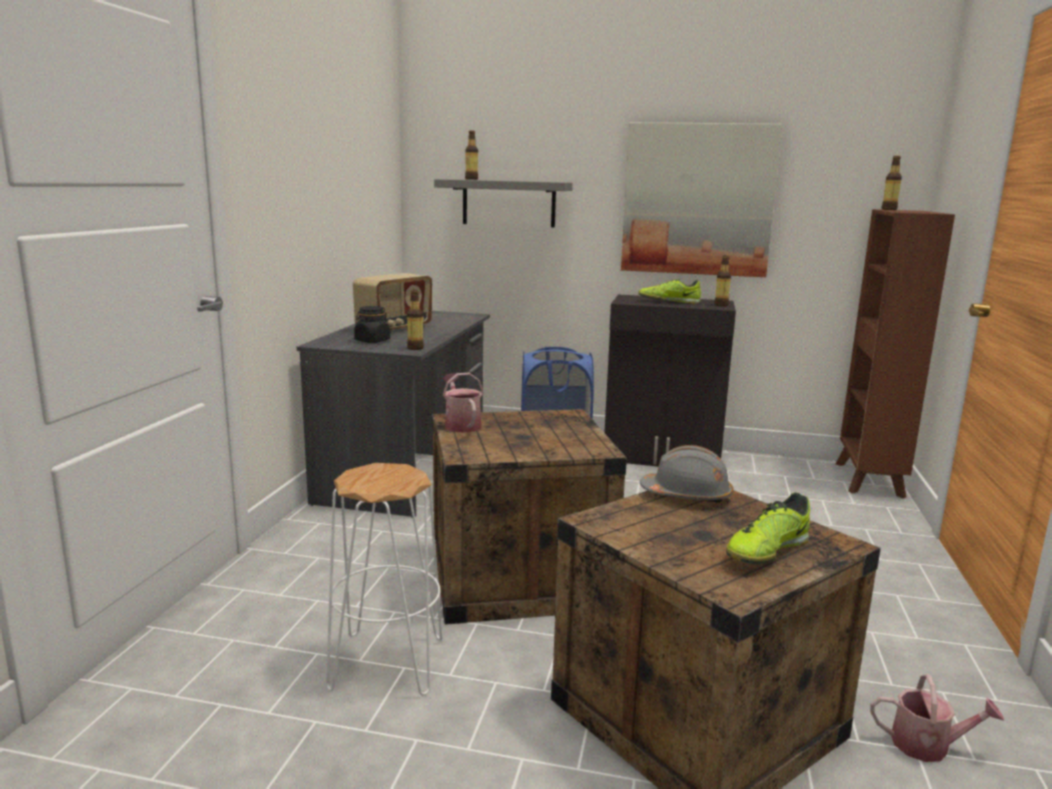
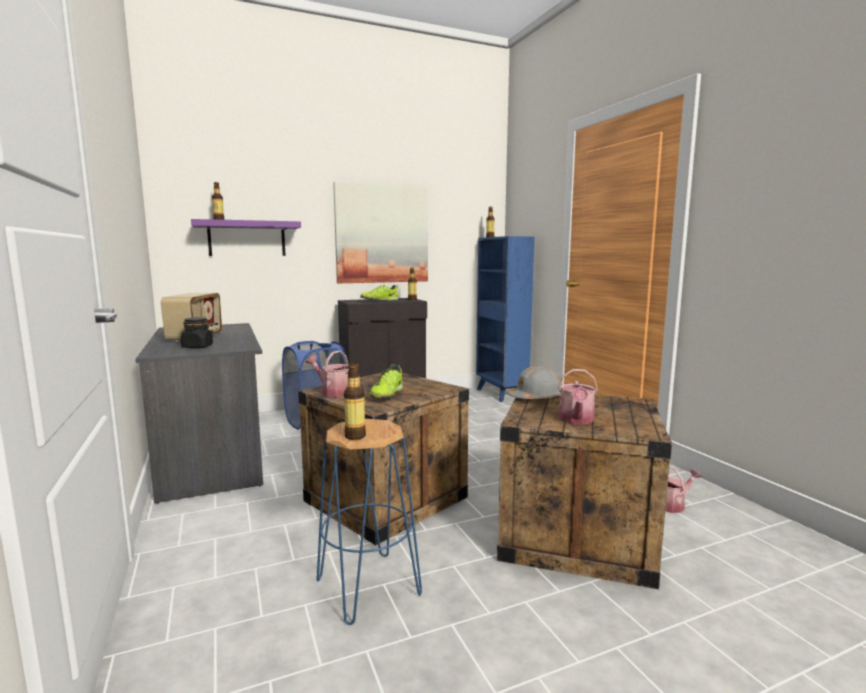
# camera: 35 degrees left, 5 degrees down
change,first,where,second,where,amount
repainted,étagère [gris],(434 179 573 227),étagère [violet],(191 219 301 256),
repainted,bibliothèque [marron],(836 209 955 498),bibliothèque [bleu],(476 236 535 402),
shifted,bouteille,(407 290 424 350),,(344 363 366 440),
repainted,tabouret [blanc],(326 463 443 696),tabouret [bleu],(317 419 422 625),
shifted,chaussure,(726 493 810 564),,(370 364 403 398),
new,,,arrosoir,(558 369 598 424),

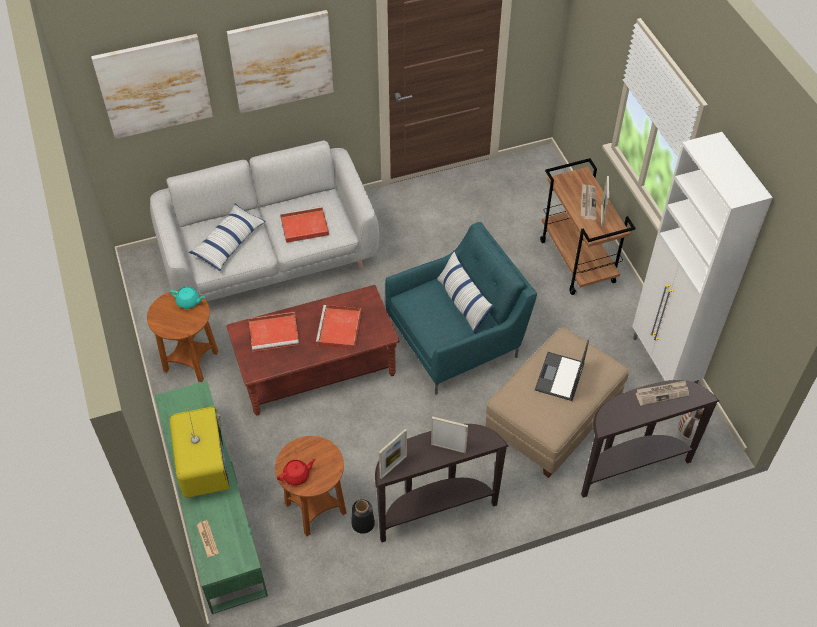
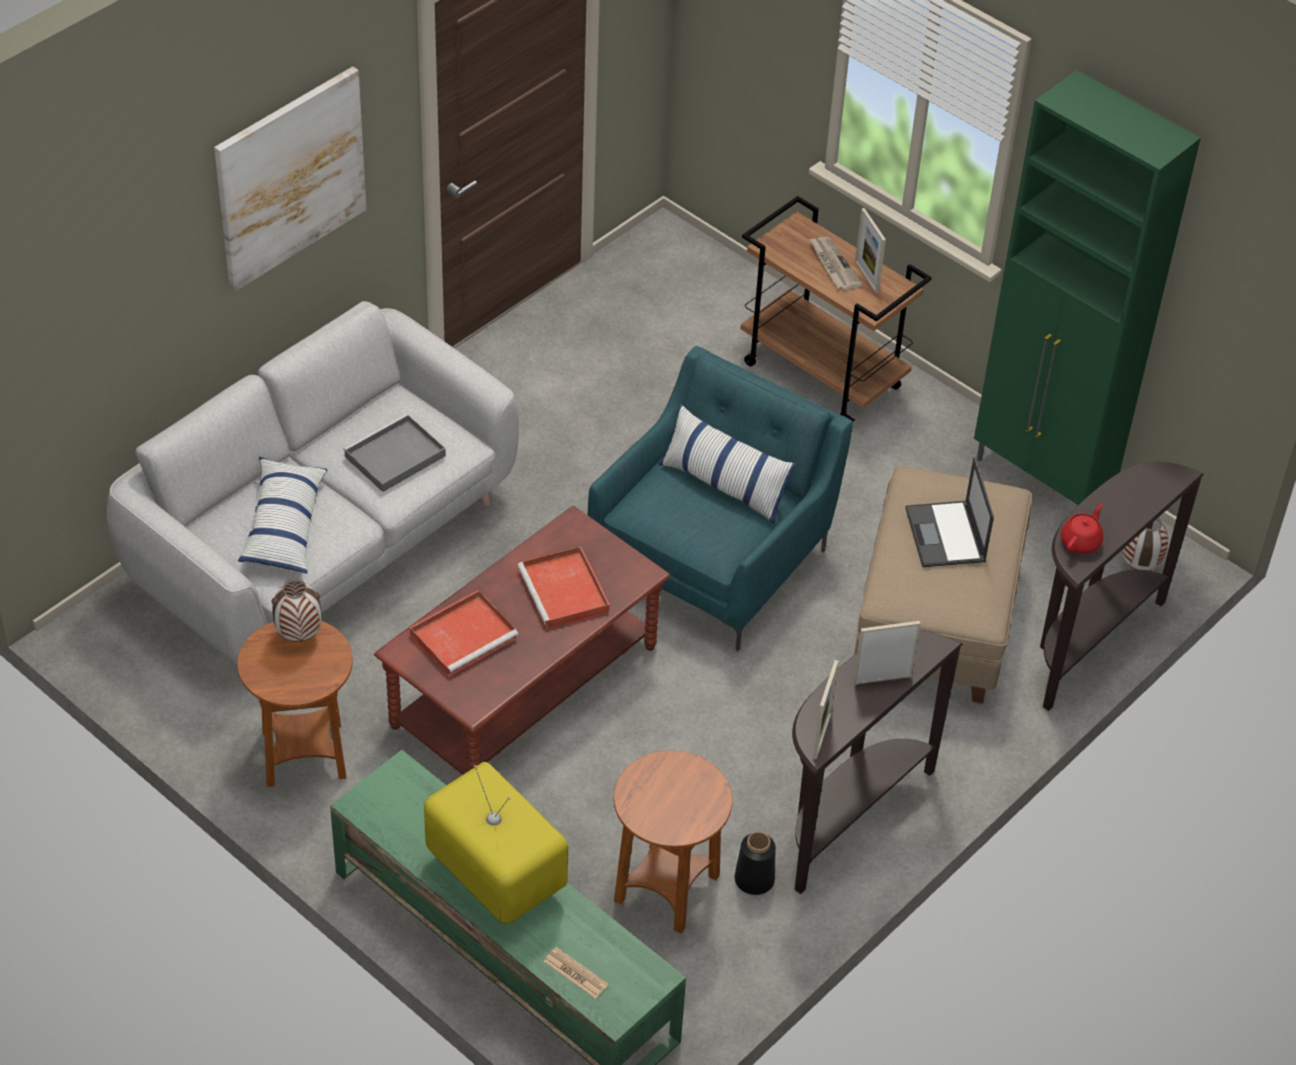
# camera: 30 degrees left, 5 degrees down
change,first,where,second,where,amount
gone,tableau,(91 34 213 139),,,
repainted,meuble de rangement [blanc],(632 132 773 384),meuble de rangement [vert],(974 70 1201 506),
repainted,plateau [rouge],(280 206 329 243),plateau [gris],(343 414 446 492),
swapped,théière [turquoise],(170 286 205 309),vase,(271 579 322 642),
gone,journal,(636 381 689 406),,,
shifted,théière [rouge],(277 459 316 486),,(1061 503 1104 554),

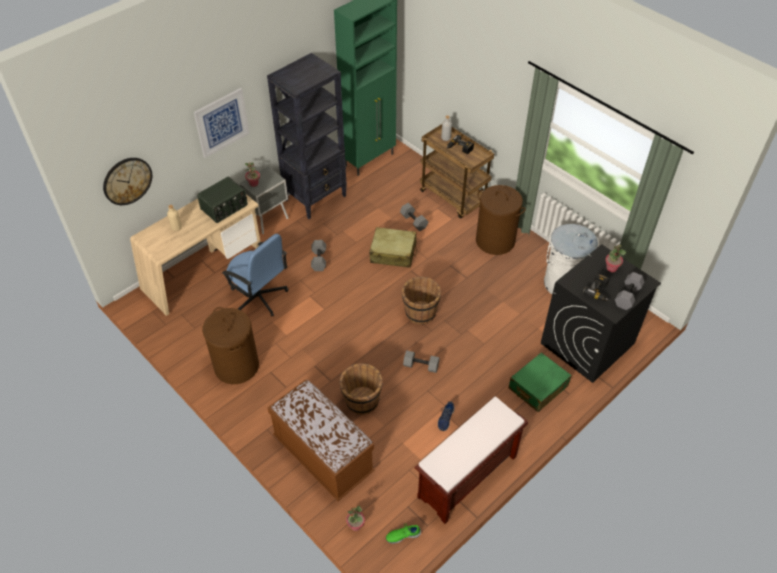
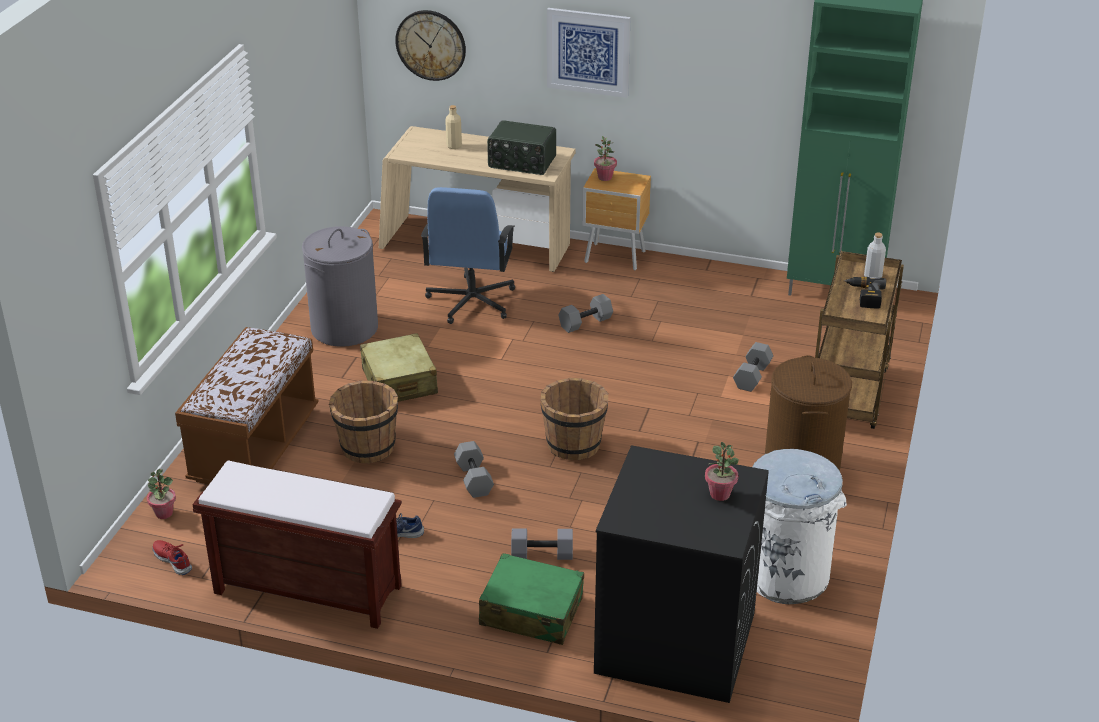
# camera: 60 degrees right, 15 degrees down
change,first,where,second,where,amount
gone,bibliothèque [noir],(267 53 347 219),,,
repainted,table de chevet [gris],(239 166 288 234),table de chevet [marron],(582 168 651 270),
shifted,valise [beige],(369 227 417 268),,(360 333 438 402),
shifted,haltère [gris],(615 272 644 310),,(511 528 573 560),
gone,perceuse,(583 273 610 301),,,
repainted,panier à linge [marron],(202 307 259 384),panier à linge [gris],(302 226 378 347),
repainted,chaussure [vert],(386 523 421 544),chaussure [rouge],(153 540 192 575),

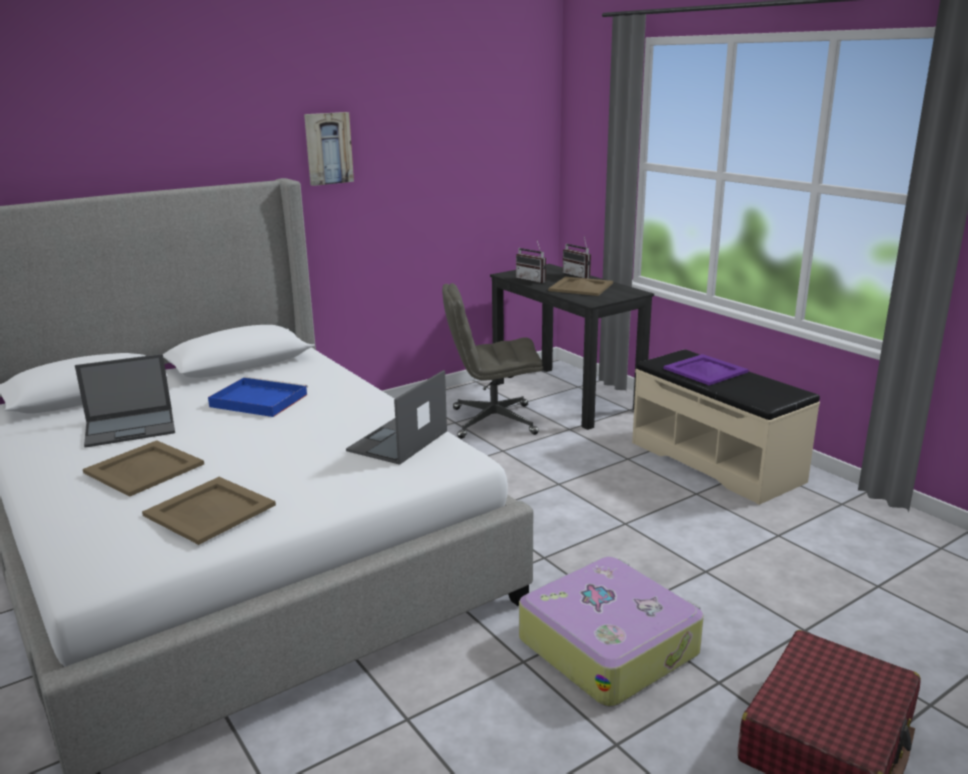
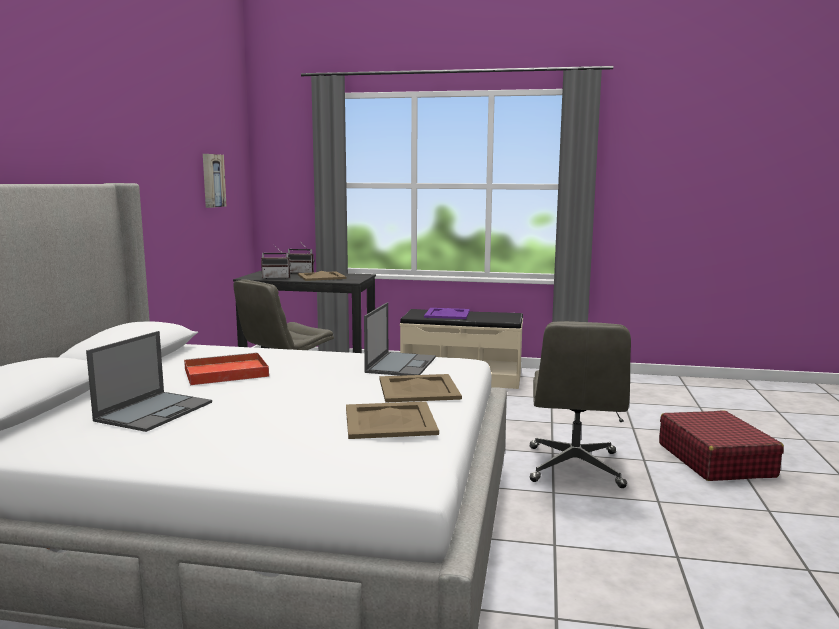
# camera: 45 degrees left, 10 degrees down
change,first,where,second,where,amount
shifted,tableau,(304 112 354 186),,(203 154 226 208),
rotated,ordinateur portable,(346 370 447 465),,(364 303 436 376),150 degrees counterclockwise
repainted,plateau [bleu],(208 377 308 417),plateau [rouge],(184 352 269 385),
shifted,plateau [beige],(83 440 204 496),,(380 374 462 403),
swapped,valise,(519 557 704 707),chaise de bureau [gris],(530 321 631 488),

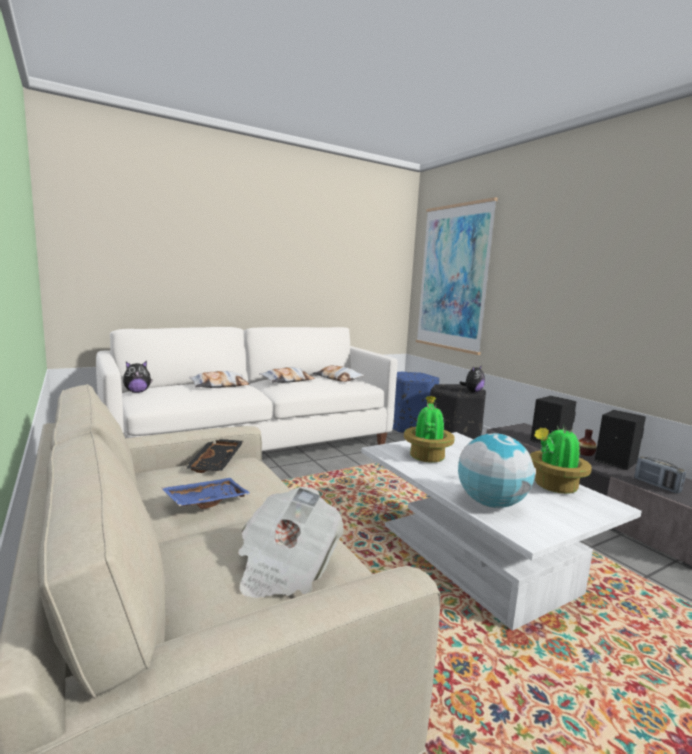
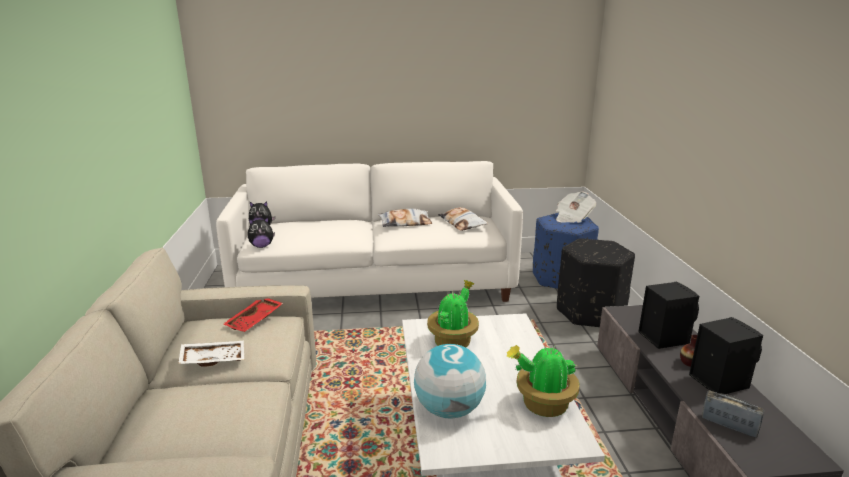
# camera: 25 degrees right, 10 degrees up
change,first,where,second,where,amount
gone,tableau,(416 197 498 355),,,
shifted,peluche,(460 365 485 392),,(248 217 275 248),
gone,coussin,(189 371 249 388),,,
repainted,plateau [noir],(185 439 244 473),plateau [rouge],(223 298 283 332),
rotated,radio,(634 456 686 494),,(702 390 764 438),135 degrees clockwise
repainted,plateau [bleu],(161 478 251 509),plateau [blanc],(178 341 244 367),
shifted,journal,(238 487 344 598),,(556 192 596 223),

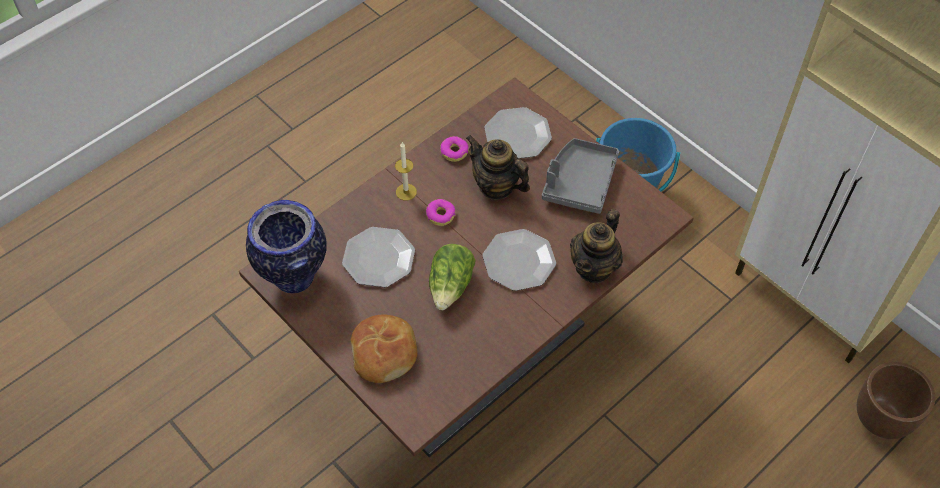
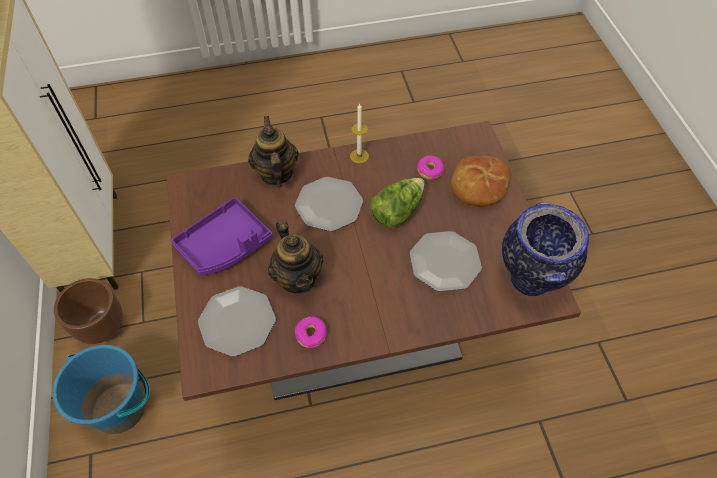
# camera: 150 degrees left, 0 degrees up
change,first,where,second,where,amount
repainted,plateau [gris],(542 138 619 214),plateau [violet],(171 197 273 276),
shifted,bougie,(395 142 417 201),,(350 103 369 164),
shifted,beignet,(426 199 456 226),,(417 156 444 180),
rotated,théière,(570 209 623 283),,(248 116 299 188),75 degrees counterclockwise
shifted,cache-pot [marron],(857 362 935 439),,(54 278 123 344),

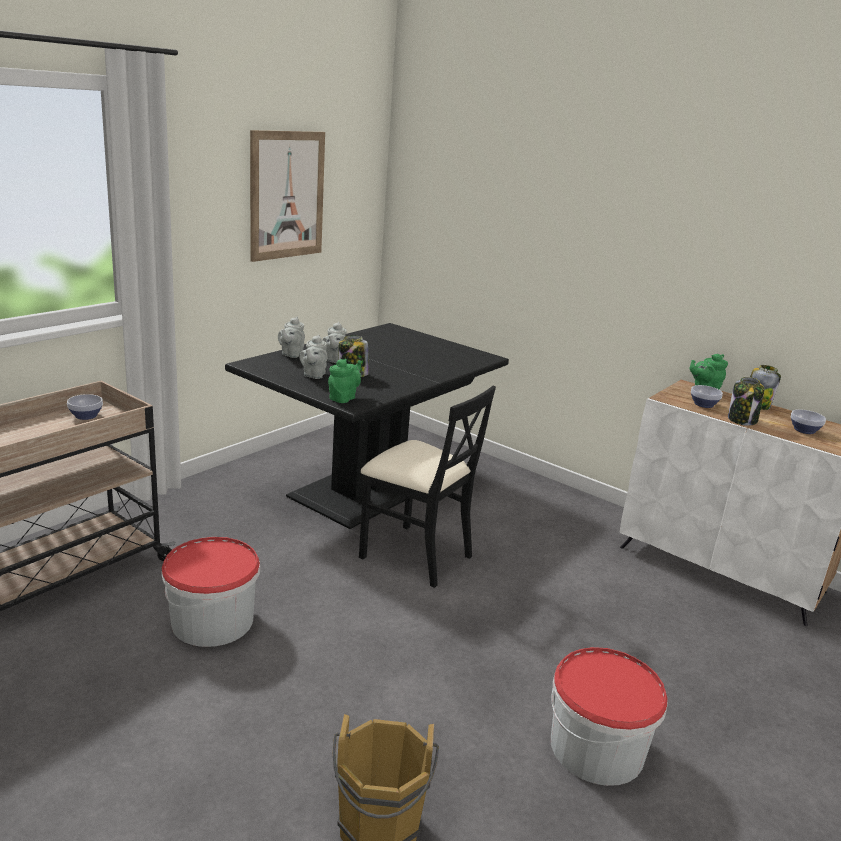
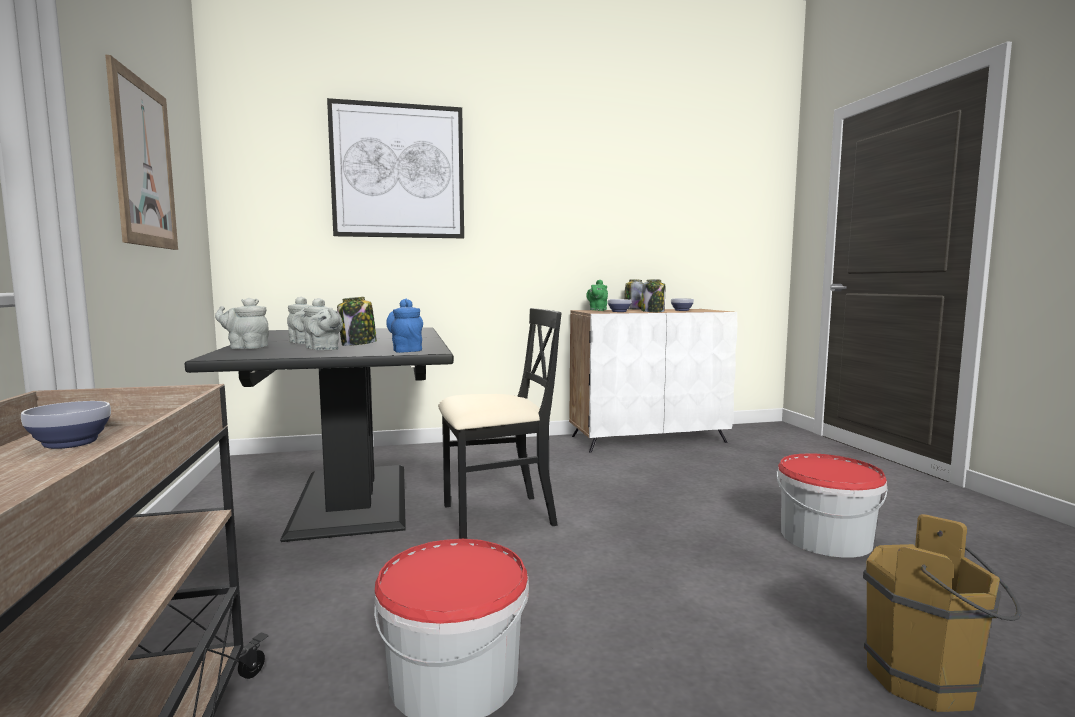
# camera: 50 degrees left, 15 degrees down
change,first,where,second,where,amount
rotated,théière [gris],(278 317 305 358),,(215 298 269 349),135 degrees clockwise
repainted,théière [vert],(328 359 362 403),théière [bleu],(386 298 423 353),
new,,,tableau,(327 98 464 238),

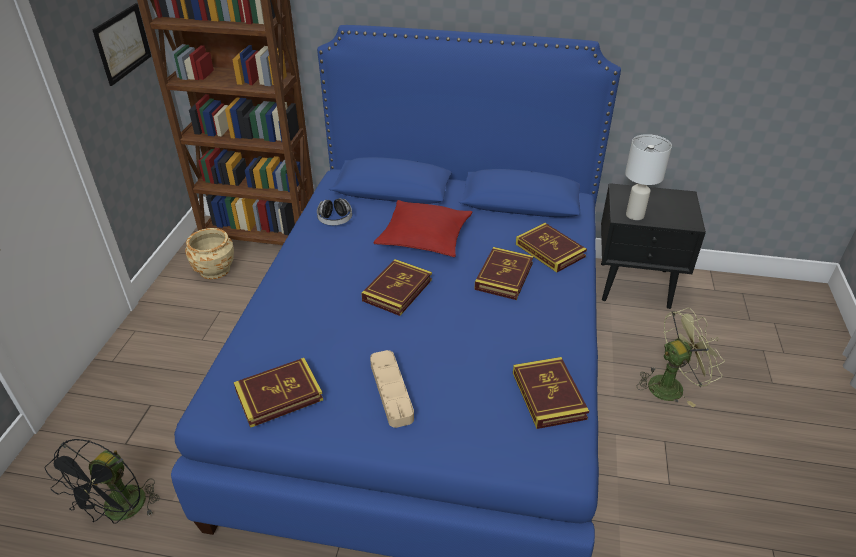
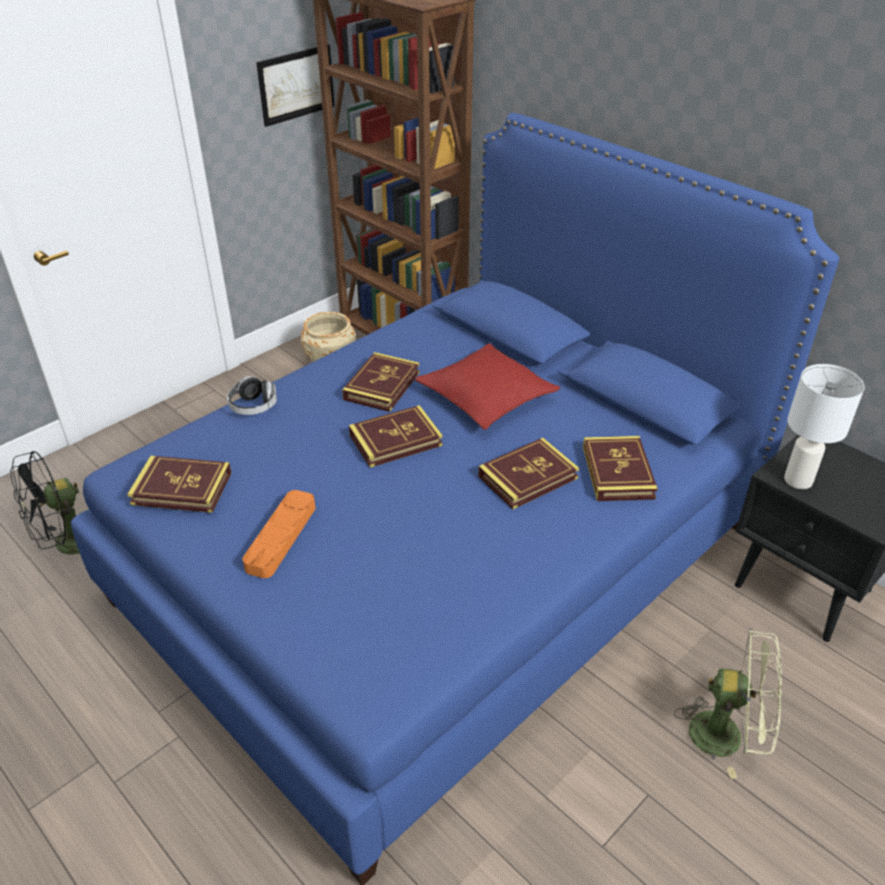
# camera: 35 degrees right, 0 degrees up
change,first,where,second,where,amount
shifted,casque audio,(317 198 352 225),,(227 376 277 415),
repainted,plateau [beige],(370 350 414 428),plateau [orange],(242 490 315 578),
shifted,livre,(513 357 589 429),,(342 352 420 412),

